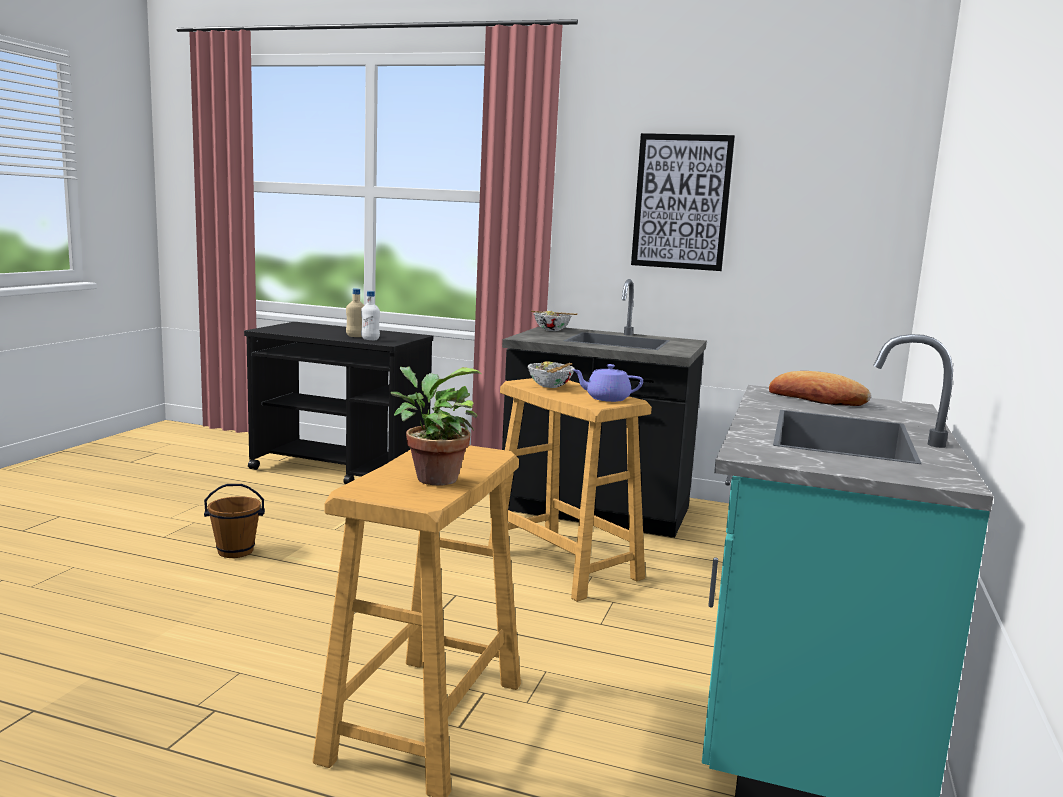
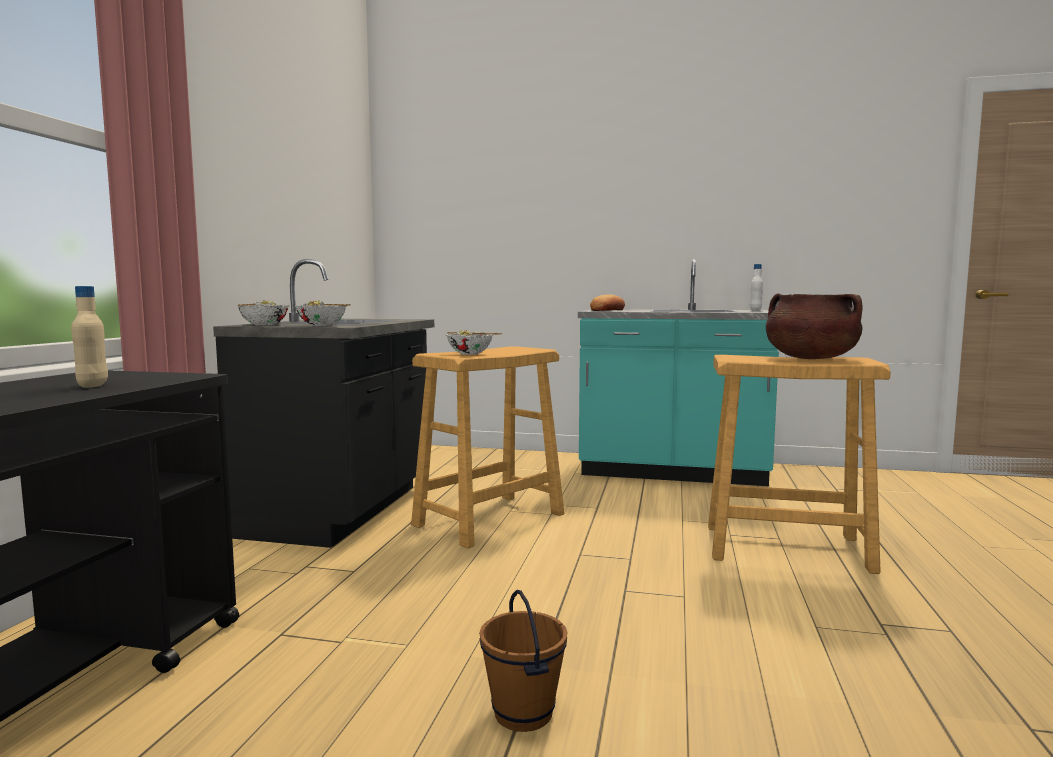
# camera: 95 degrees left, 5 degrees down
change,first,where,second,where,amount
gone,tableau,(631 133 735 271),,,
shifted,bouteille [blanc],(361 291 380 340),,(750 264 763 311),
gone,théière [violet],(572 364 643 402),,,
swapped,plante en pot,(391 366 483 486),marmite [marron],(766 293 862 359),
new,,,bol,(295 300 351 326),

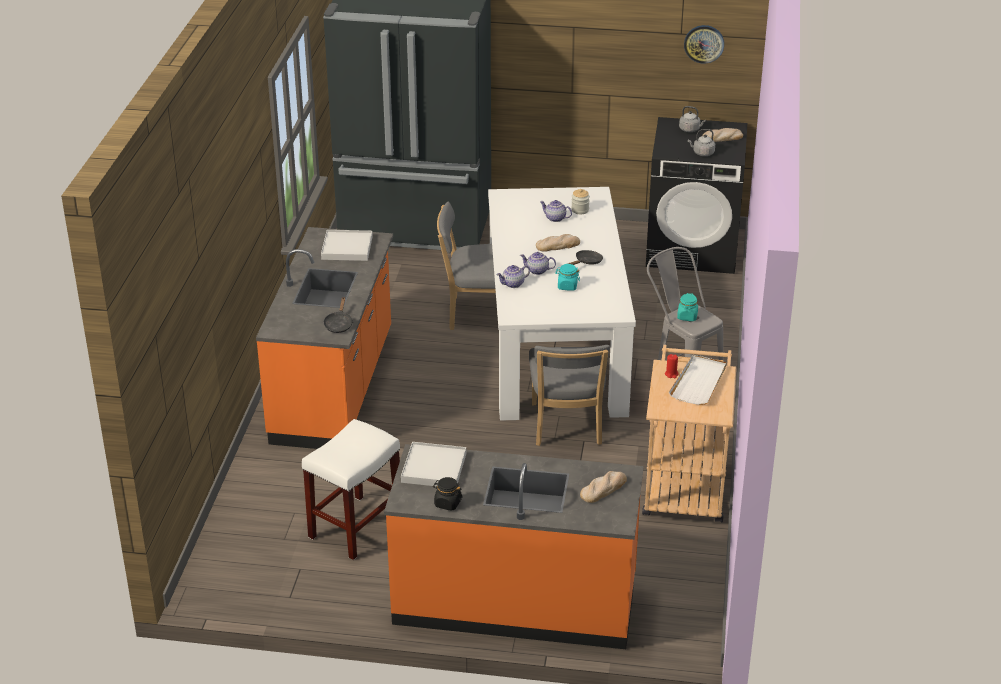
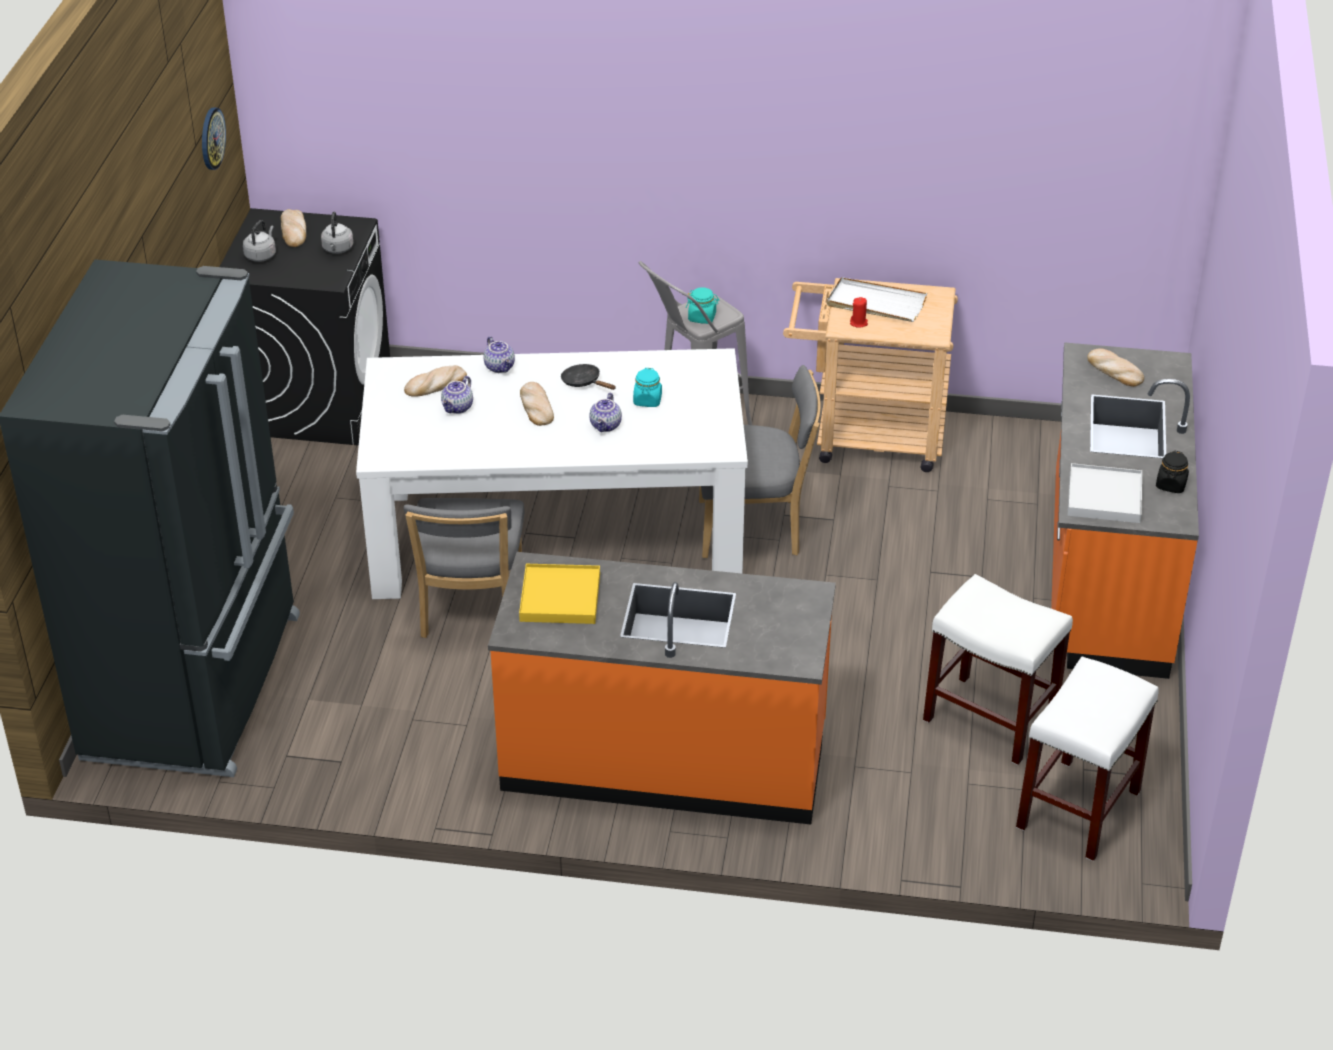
# camera: 90 degrees left, 5 degrees up
change,first,where,second,where,amount
swapped,bocal,(571 189 590 214),pain,(404 365 467 397),
repainted,plateau [blanc],(321 230 373 261),plateau [jaune],(519 564 600 624),
shifted,théière,(497 265 530 288),,(483 336 515 373),
gone,poêle [noir],(323 297 353 333),,,
new,,,tabouret [blanc],(1016 657 1159 861),

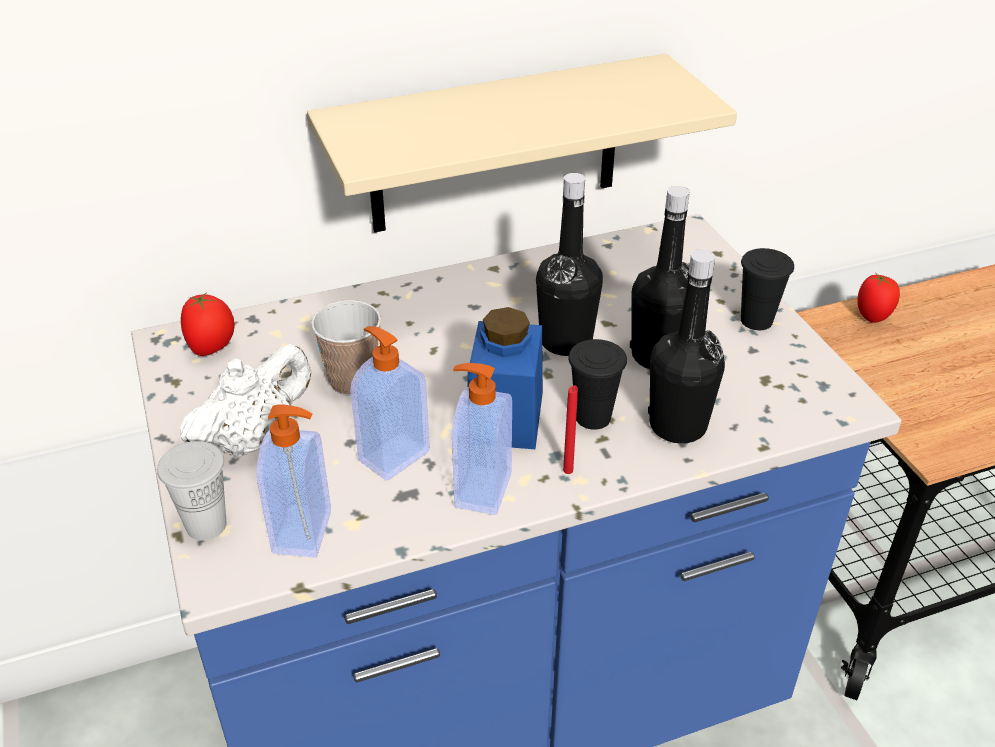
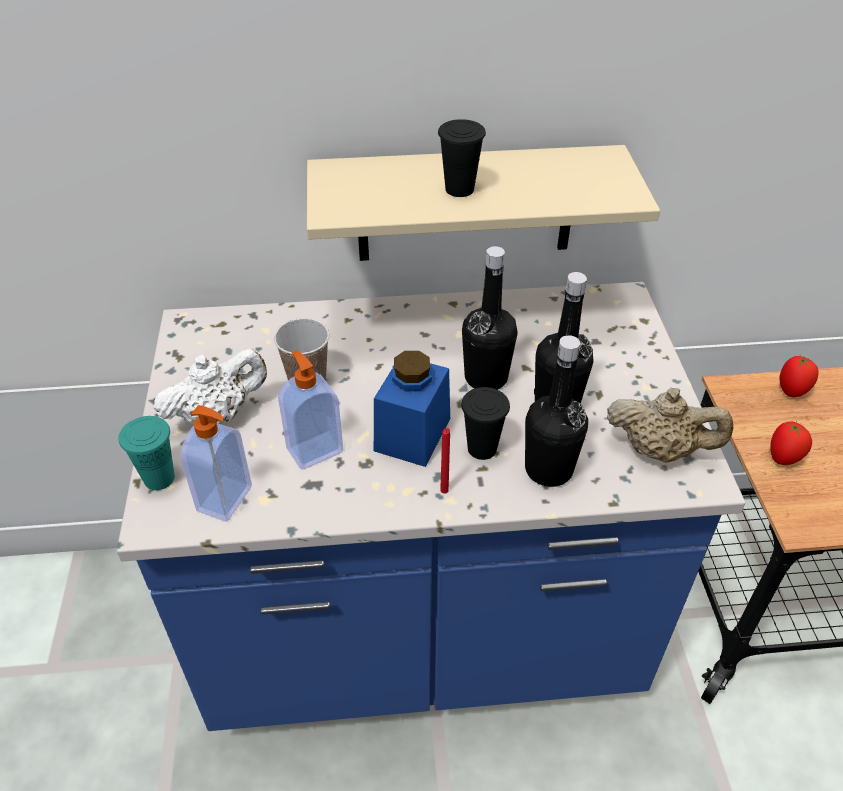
# camera: 15 degrees right, 5 degrees up
change,first,where,second,where,amount
shifted,tasse [noir],(741 248 794 330),,(438 119 486 197),
shifted,tomate,(181 292 235 356),,(770 421 812 465),
gone,distributeur de savon,(452 363 512 515),,,
repainted,tasse [blanc],(157 441 226 540),tasse [turquoise],(118 416 175 490),
new,,,théière [beige],(607 388 733 463),

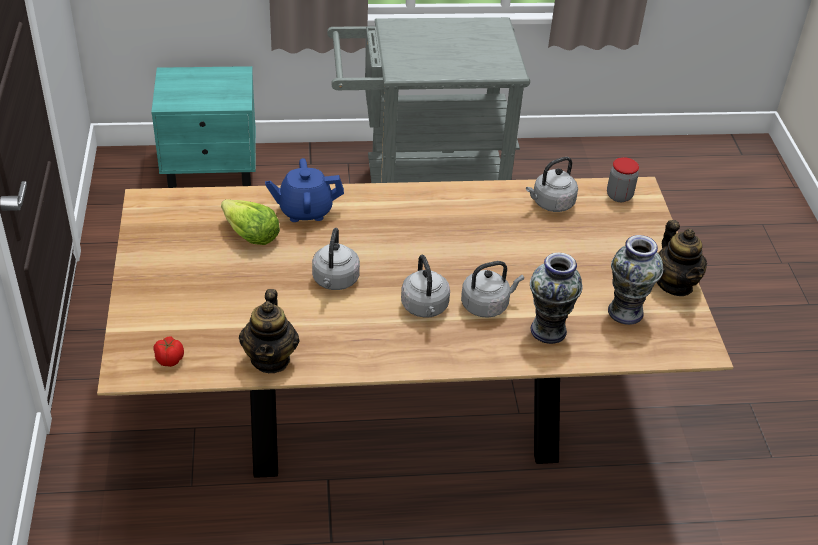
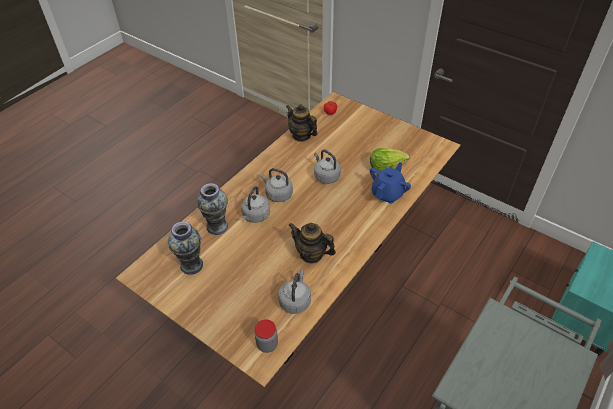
# camera: 135 degrees right, 5 degrees up
change,first,where,second,where,amount
shifted,théière,(657 220 707 296),,(288 223 336 264),

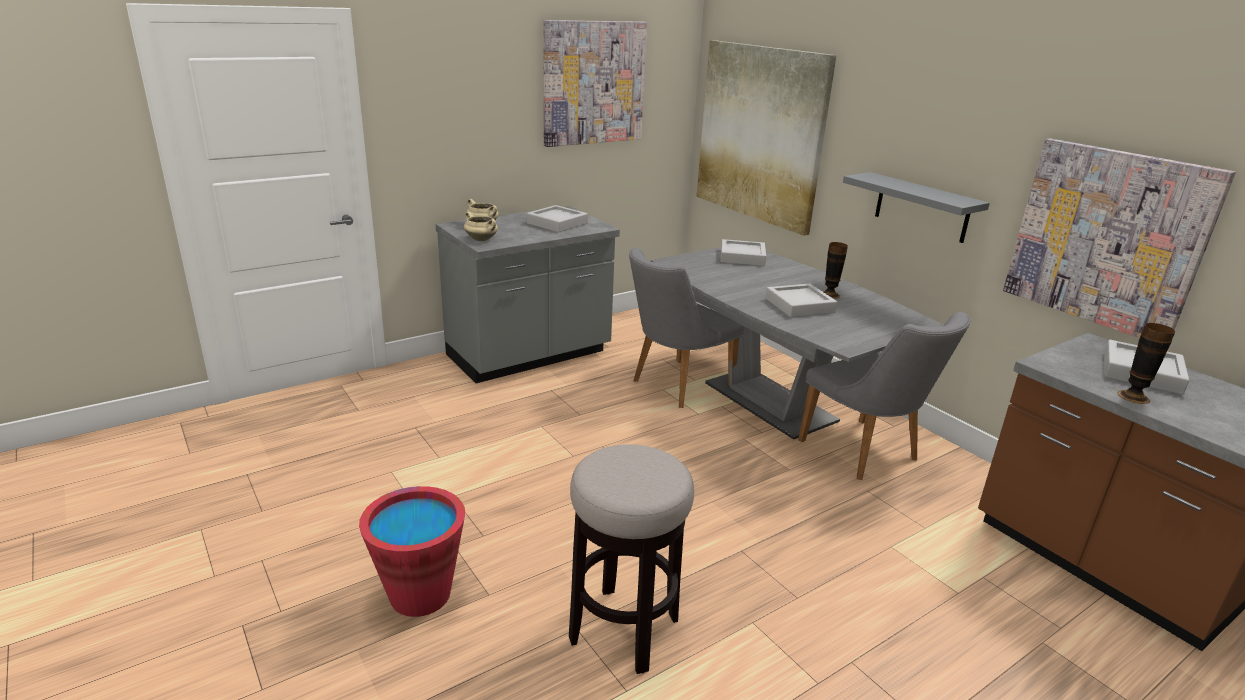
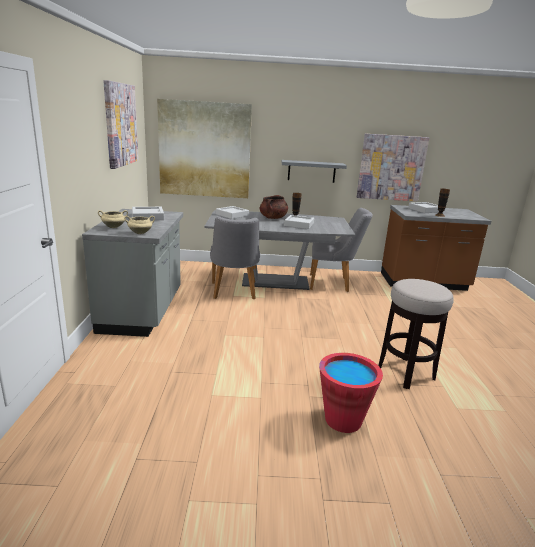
# camera: 55 degrees left, 5 degrees down
change,first,where,second,where,amount
new,,,marmite [marron],(260 195 288 219),

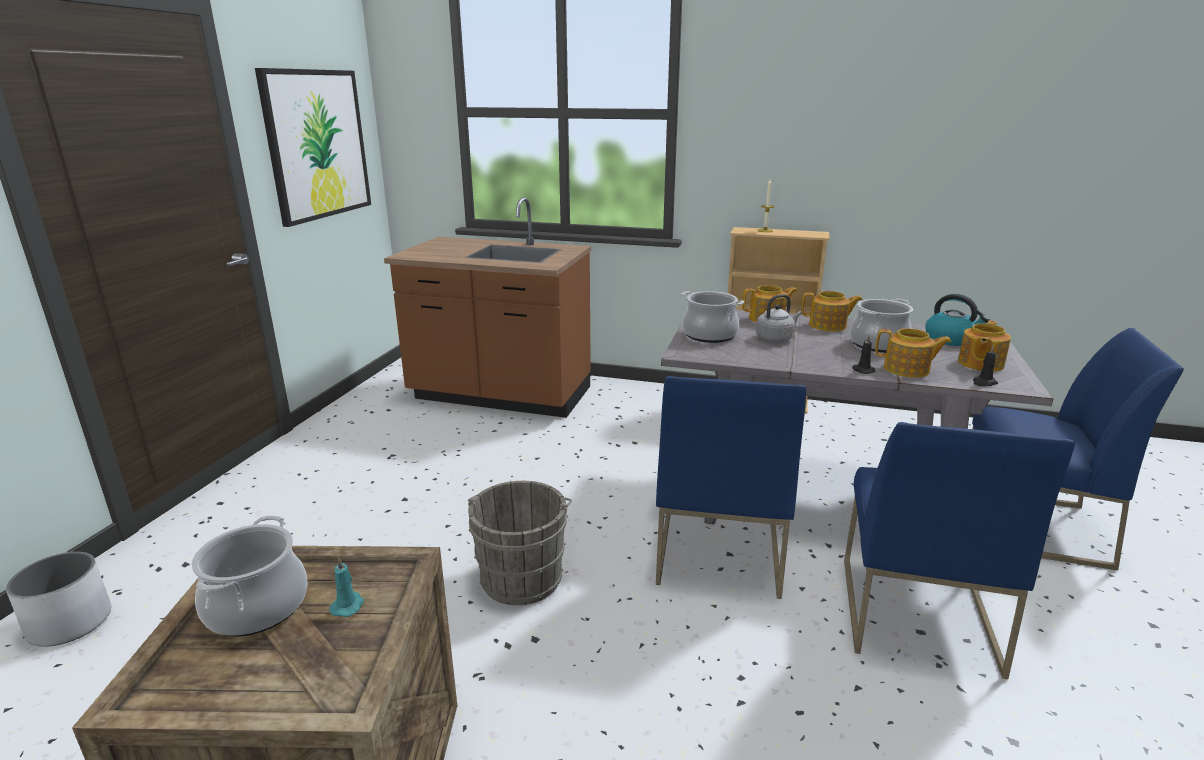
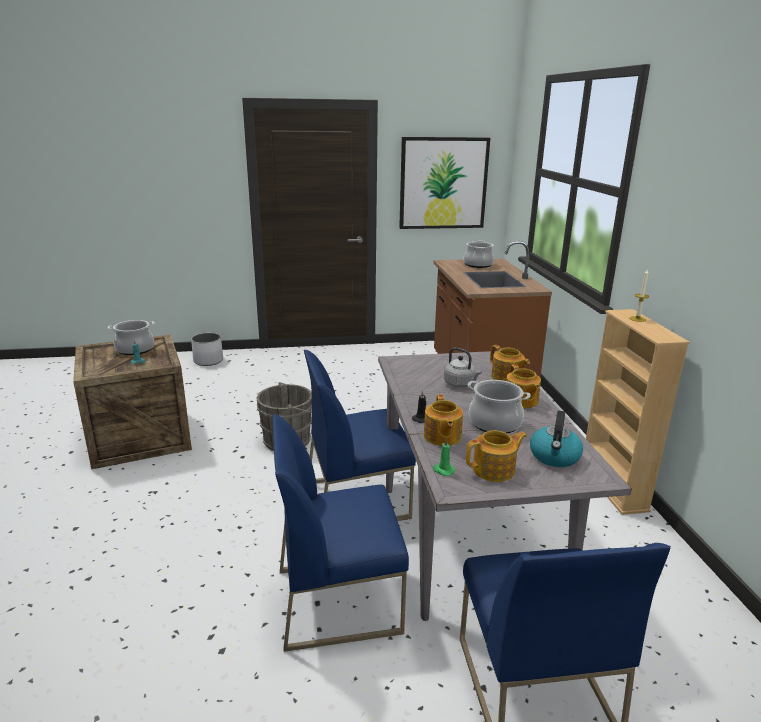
# camera: 65 degrees right, 0 degrees up
change,first,where,second,where,amount
shifted,marmite,(682 291 744 343),,(464 240 494 268),
rotated,théière,(958 320 1011 371),,(466 430 527 482),150 degrees clockwise
repainted,bougie [noir],(973 345 998 386),bougie [vert],(433 438 455 476),

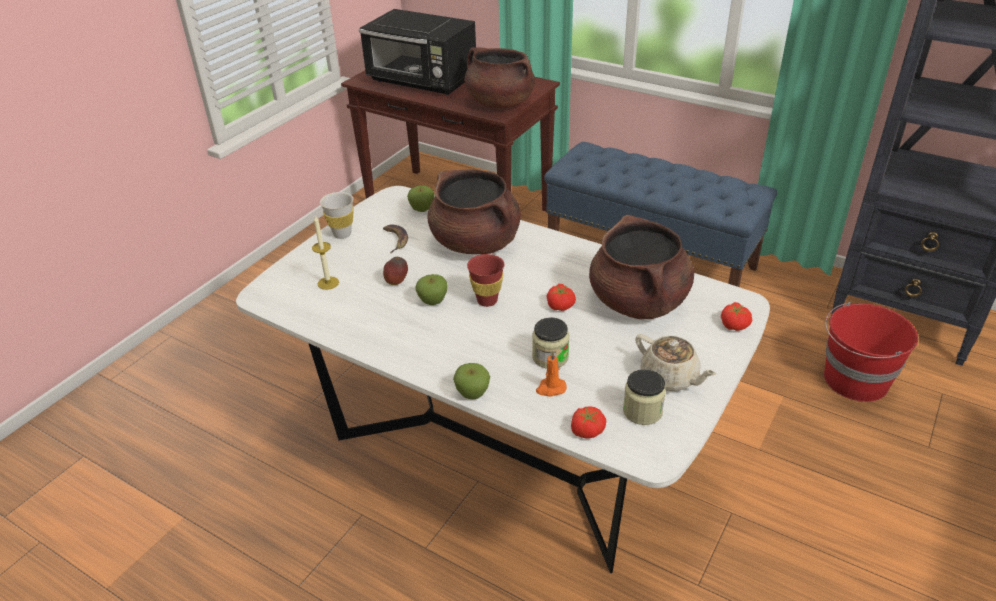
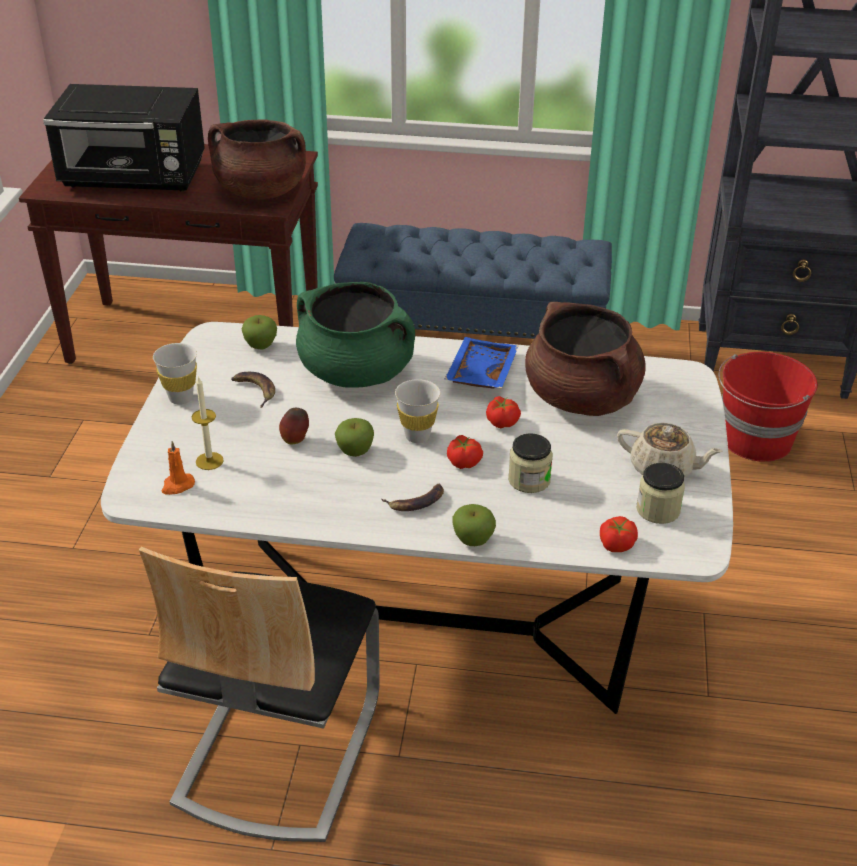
# camera: 25 degrees left, 0 degrees up
change,first,where,second,where,amount
repainted,marmite [marron],(427 169 521 255),marmite [vert],(296 282 415 388),
repainted,tasse [rouge],(467 254 504 307),tasse [blanc],(395 379 440 443),
shifted,tomate,(721 302 752 331),,(447 435 483 469),
shifted,bougie [orange],(536 351 567 396),,(161 441 195 495),
new,,,plateau [bleu],(445 337 518 389),
new,,,banane,(382 483 444 511),
new,,,chaise,(139 547 380 842),

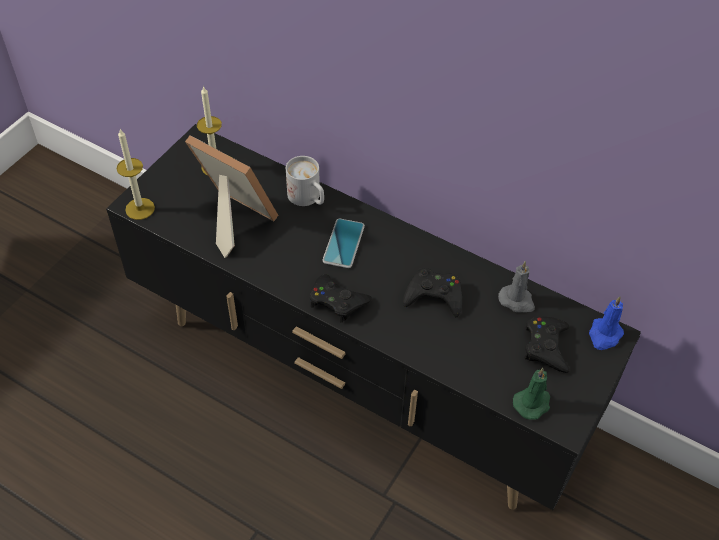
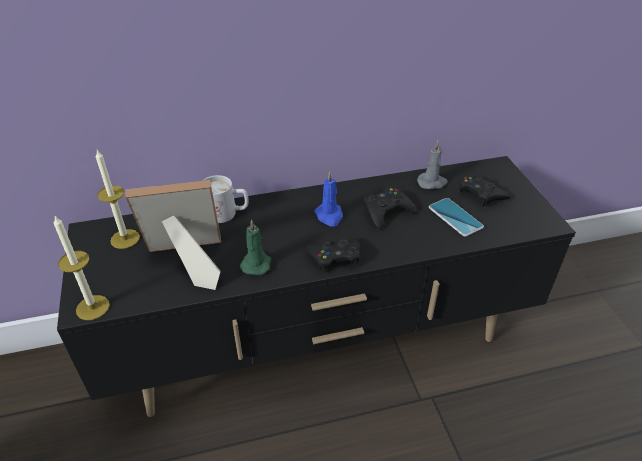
# camera: 45 degrees left, 10 degrees down
change,first,where,second,where,amount
shifted,téléphone,(322 218 365 268),,(429 198 484 237),
shifted,bougie [bleu],(589 296 624 350),,(314 171 343 227),
shifted,bougie [vert],(513 368 550 420),,(240 219 271 275),

